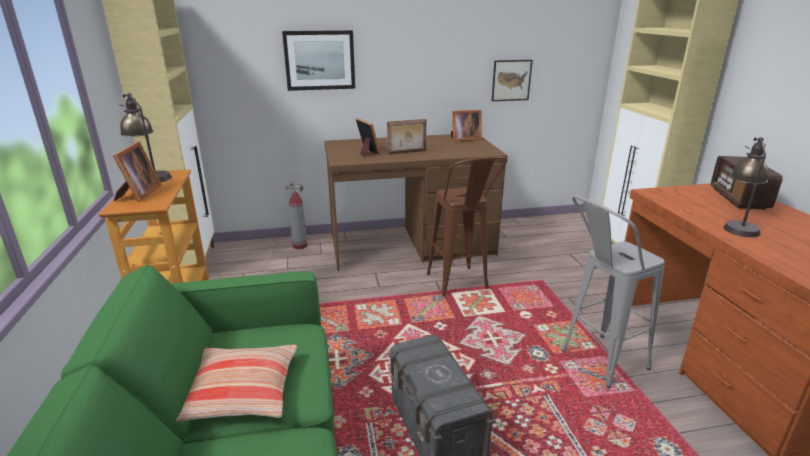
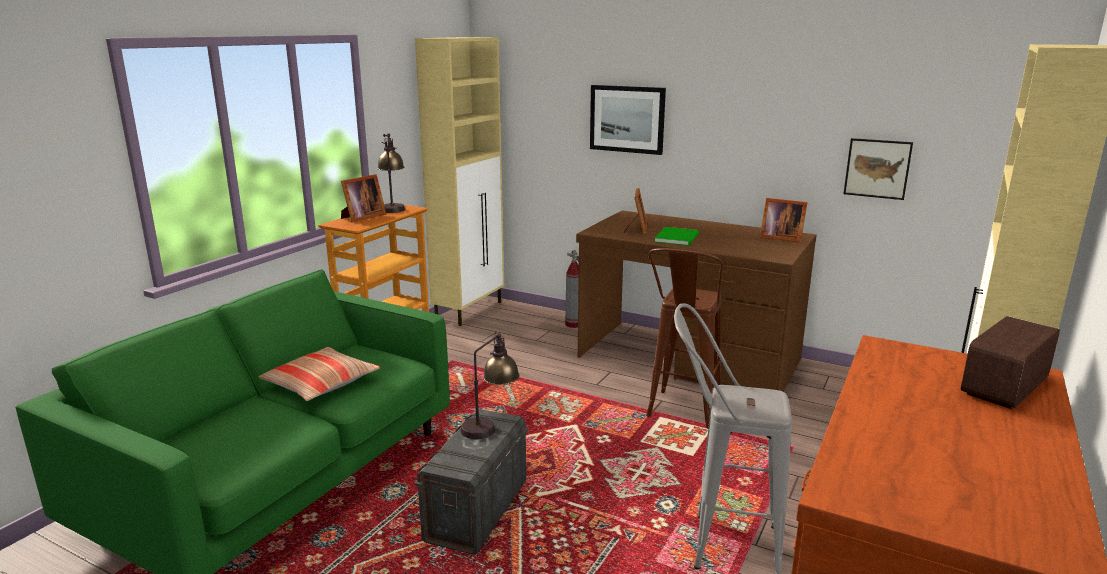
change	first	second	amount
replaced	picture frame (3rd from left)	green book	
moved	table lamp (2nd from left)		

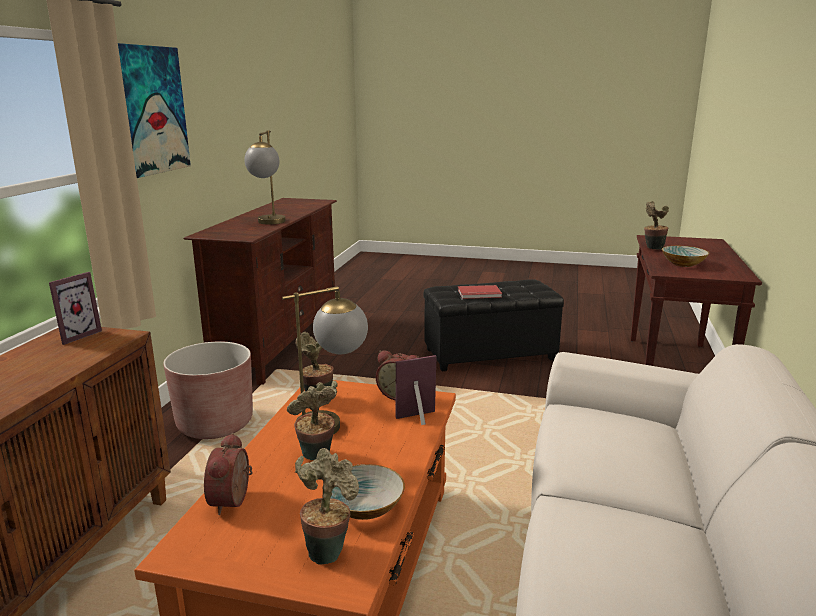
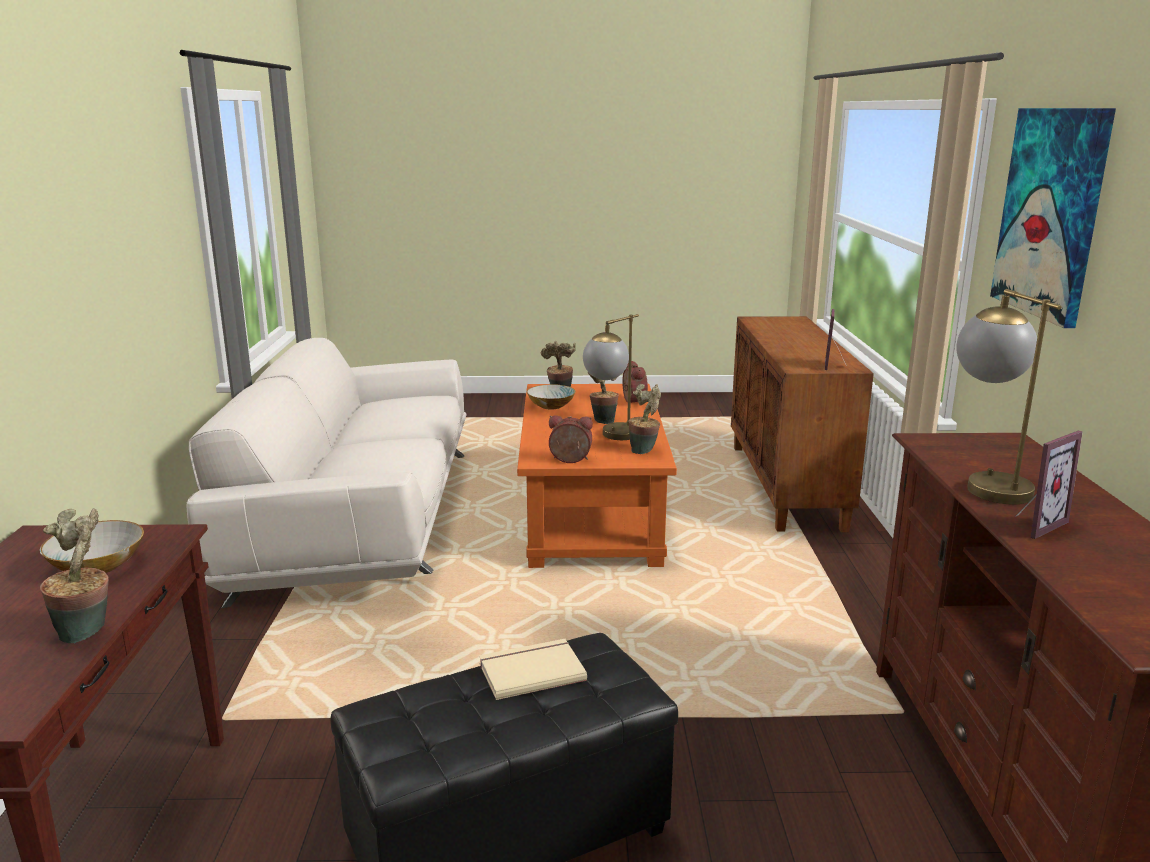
change	first	second	amount
recoloured	red book	beige book	
removed	brown planter		
moved	picture frame (2nd from left)		

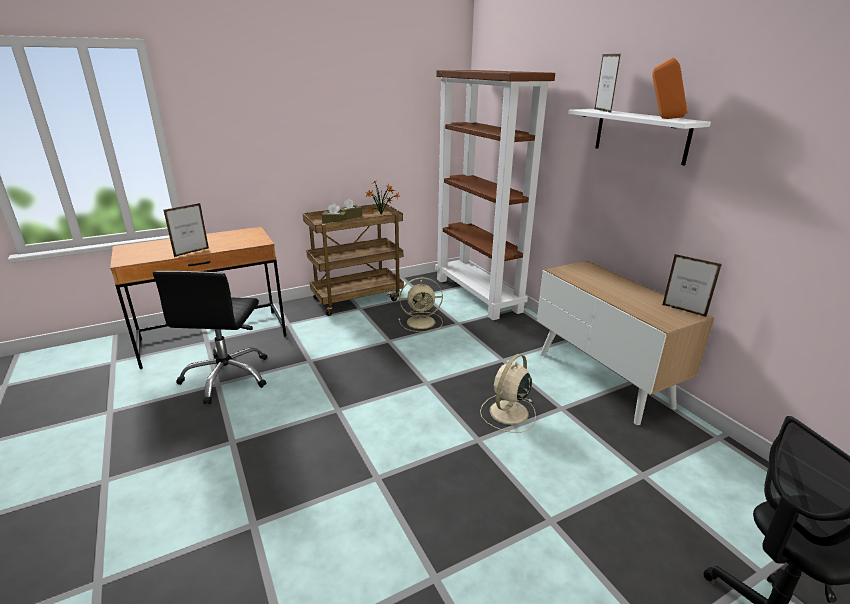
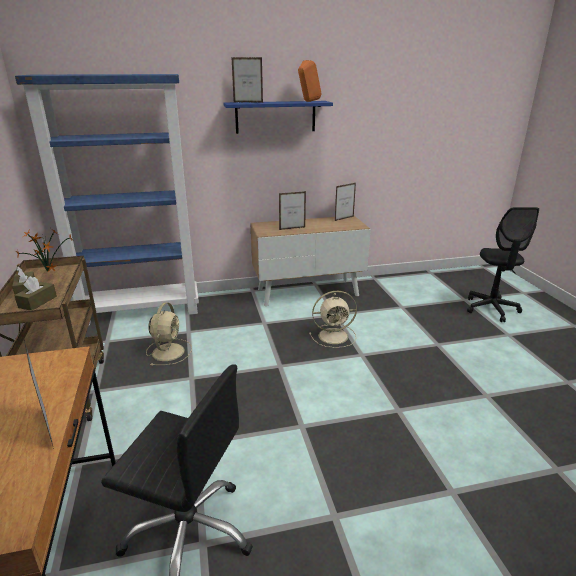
change	first	second	amount
recoloured	brown bookcase	blue bookcase	
recoloured	white shelf	blue shelf	
turned	beige fan (2nd from left)		60 degrees counterclockwise
added		picture frame (3rd from left)	

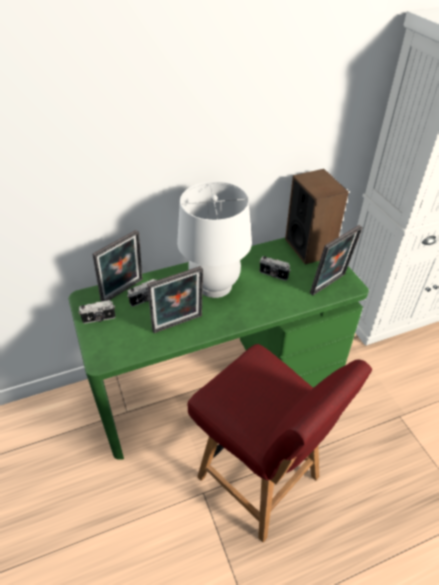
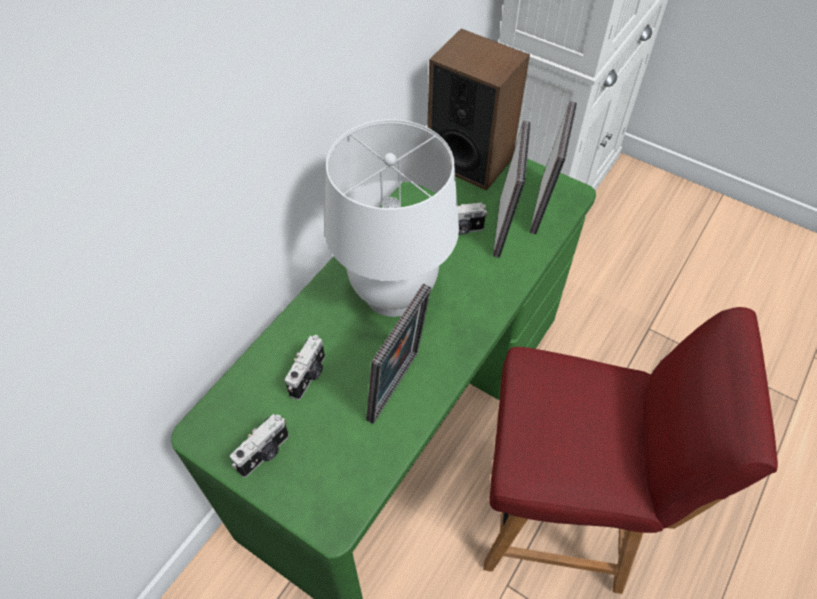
change	first	second	amount
moved	picture frame (1st from left in the first image)	picture frame (2nd from left)	

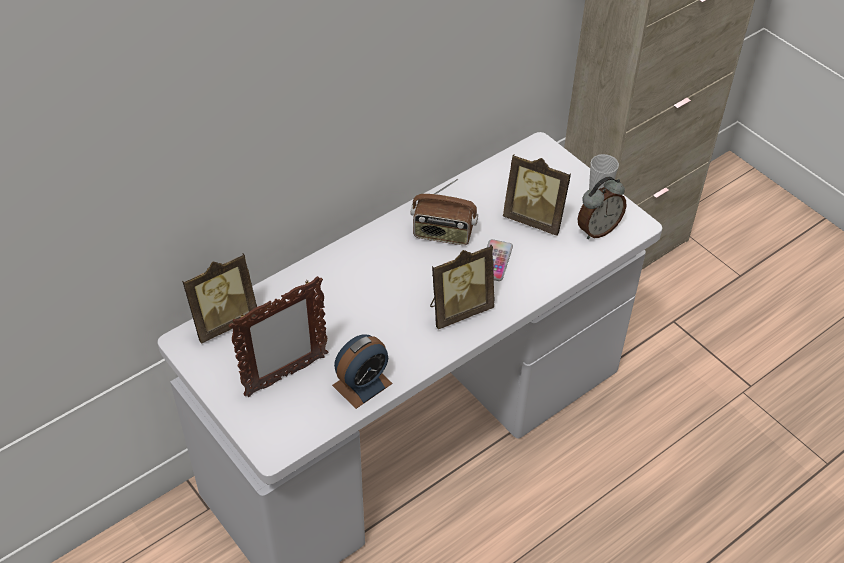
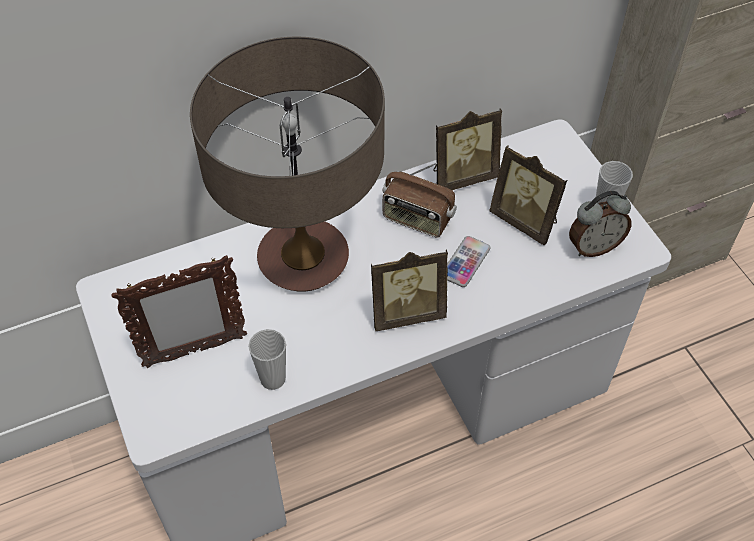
change	first	second	amount
moved	picture frame (1st from left in the first image)	picture frame (3rd from left)	
replaced	alarm clock (1st from left)	cup (1st from left)	
added		table lamp	

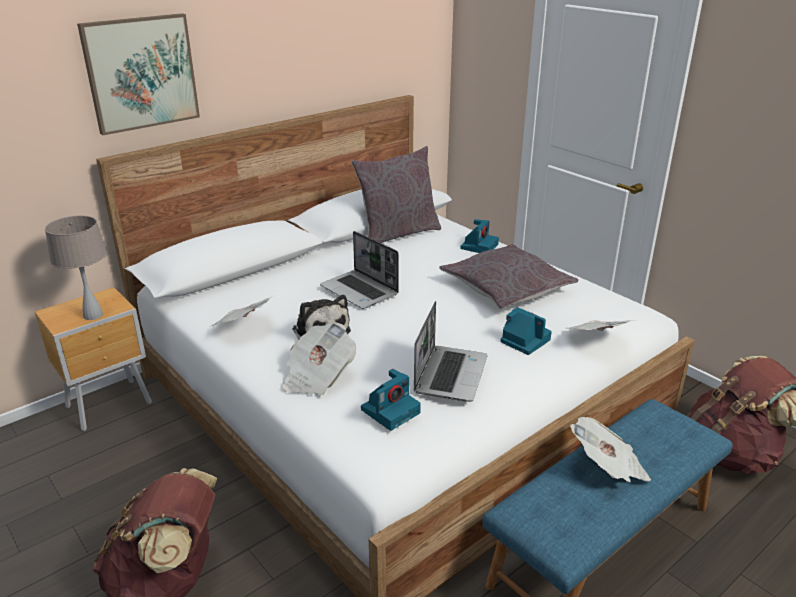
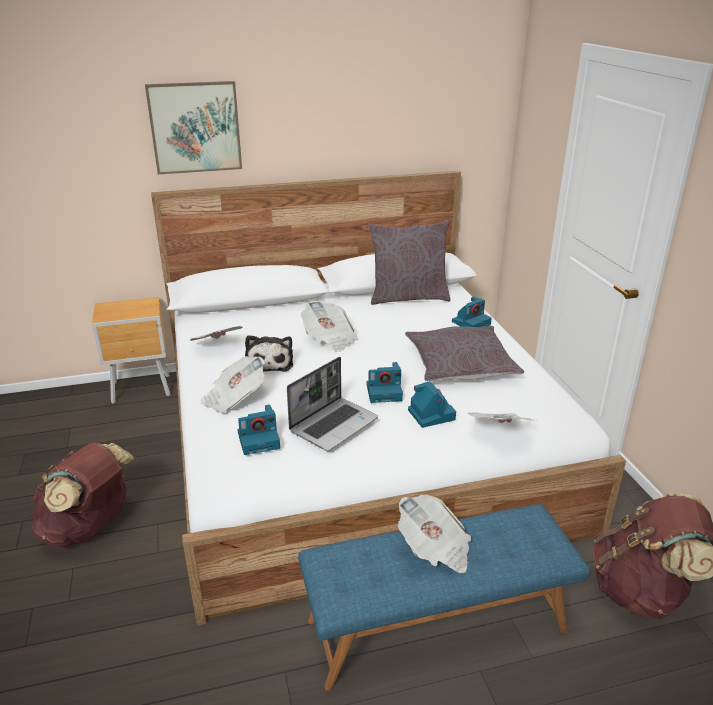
change	first	second	amount
removed	beige table lamp		
replaced	laptop (1st from left)	newspaper (3rd from left)	
added		photo camera (2nd from left)	

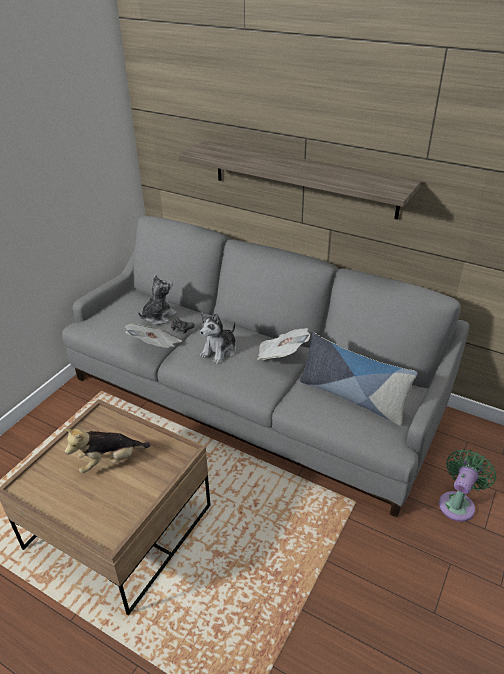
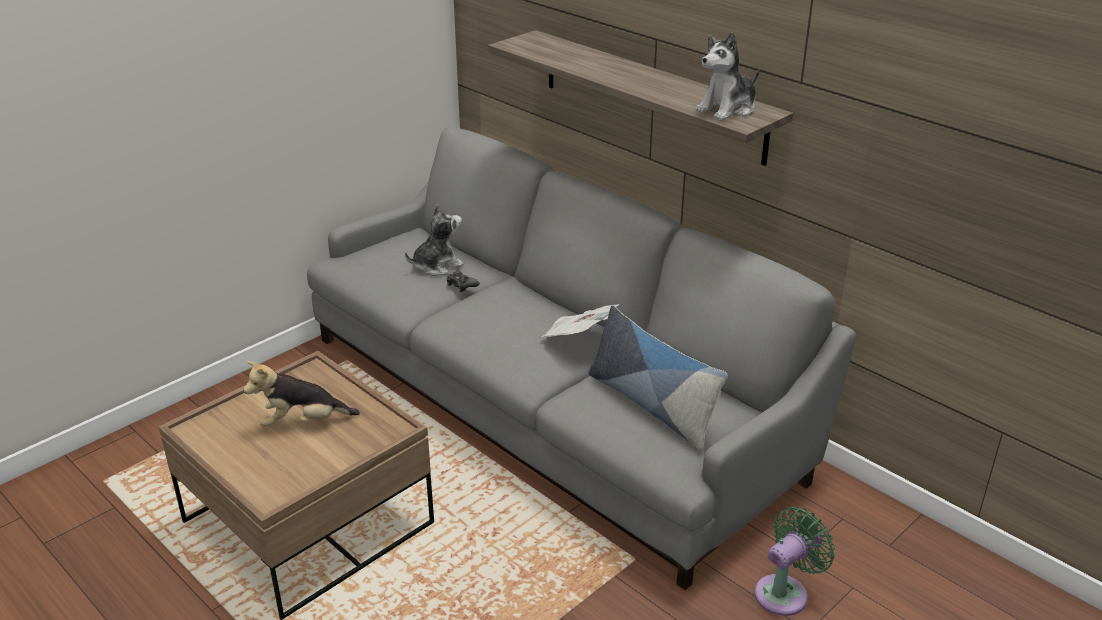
change	first	second	amount
moved	plush toy (3rd from left)		
removed	newspaper (1st from left)		

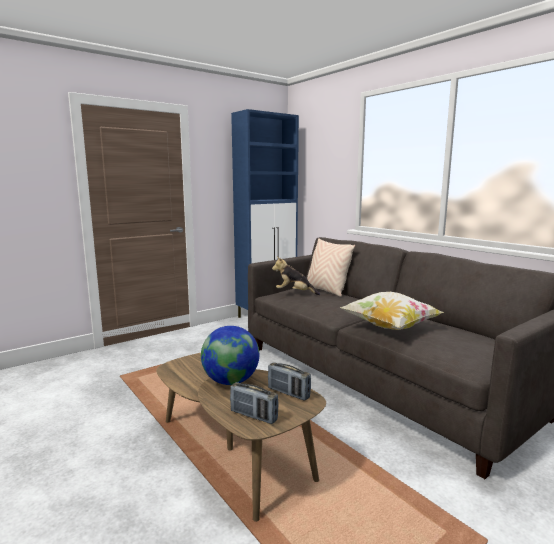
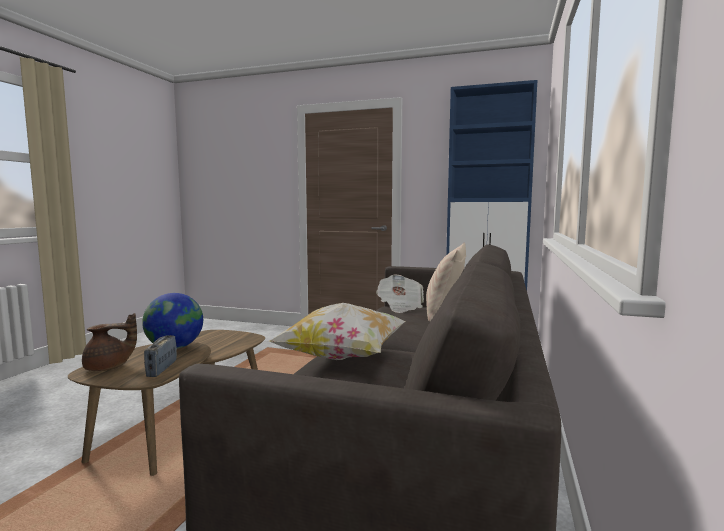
change	first	second	amount
replaced	plush toy	newspaper	
replaced	radio (1st from left)	brown teapot	

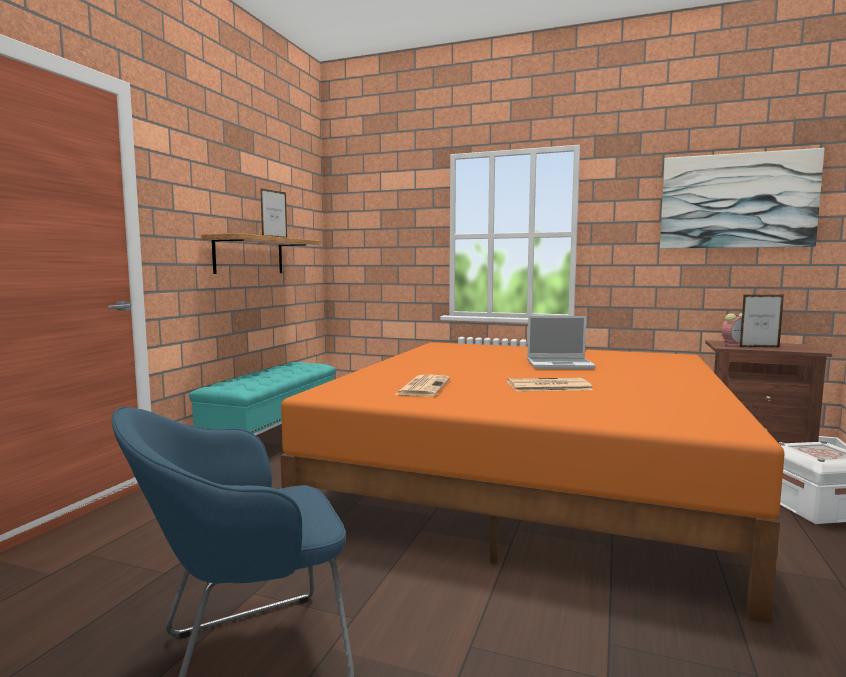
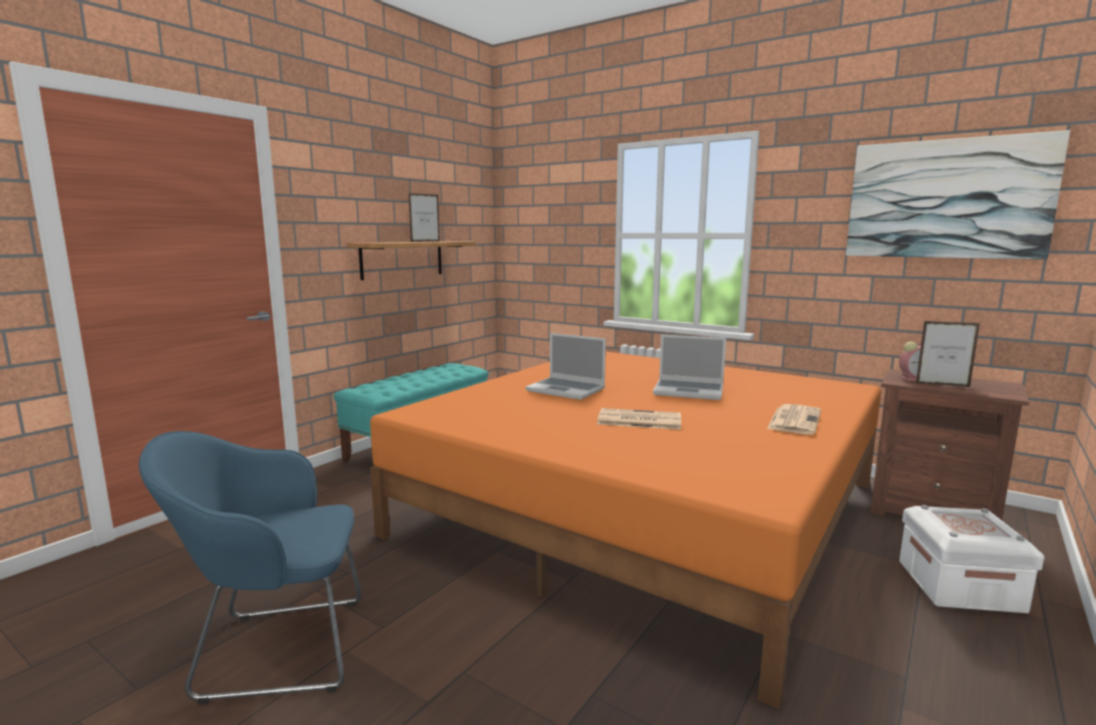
change	first	second	amount
moved	newspaper (1st from left in the first image)	newspaper (2nd from left)	
added		laptop (1st from left)	

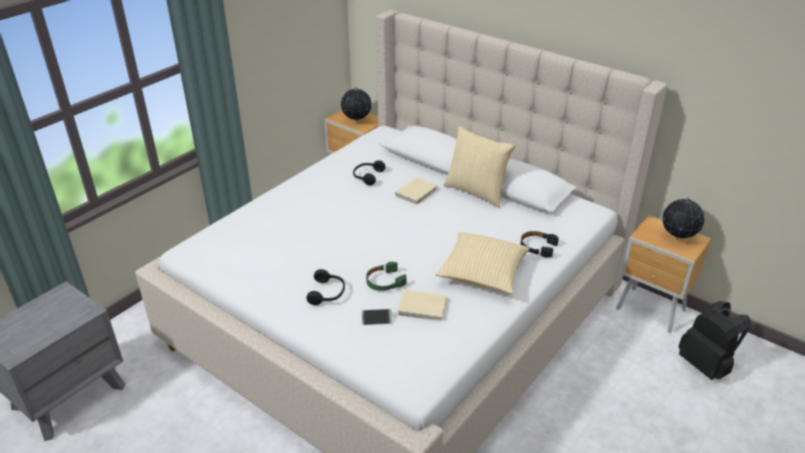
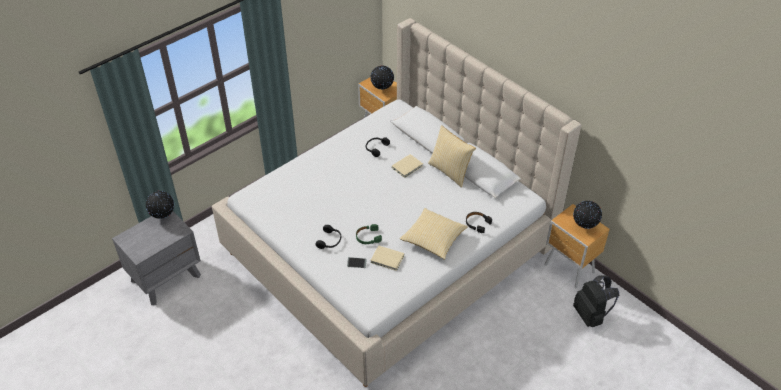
change	first	second	amount
added		globe (1st from left)	

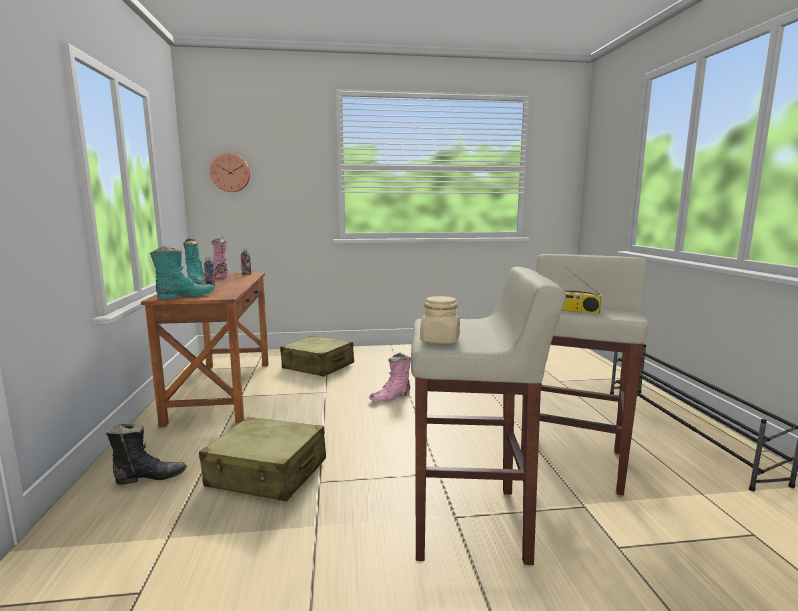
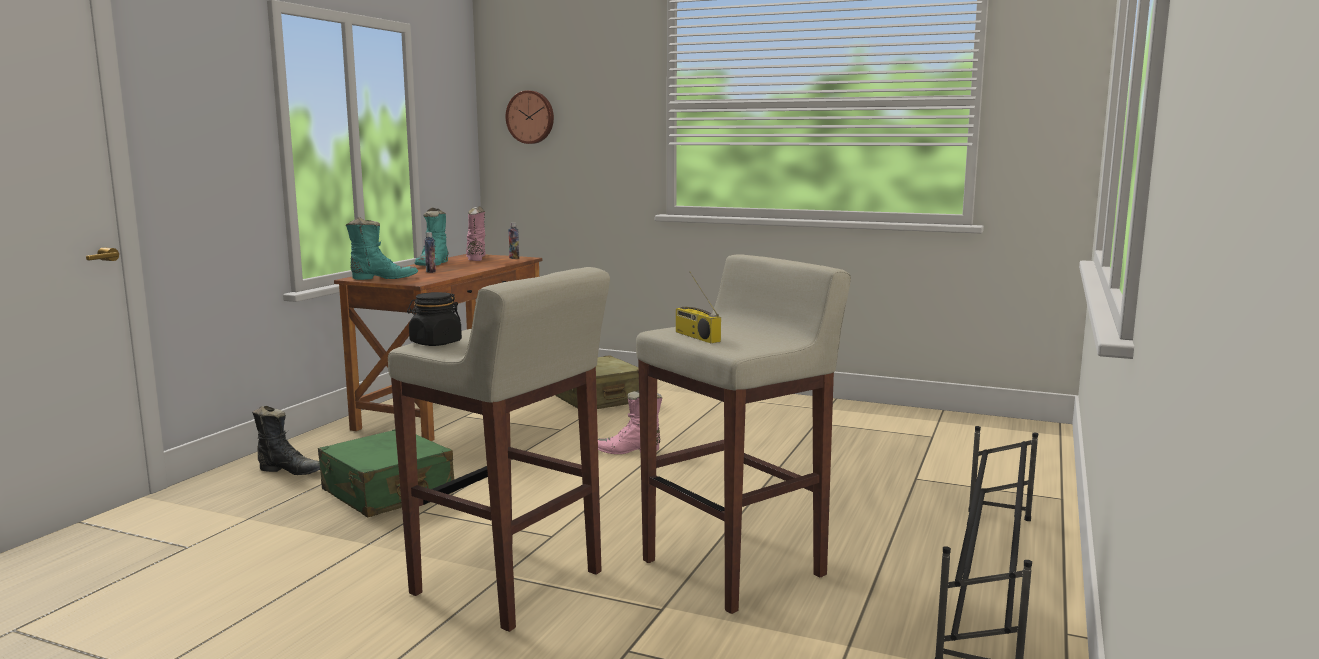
change	first	second	amount
recoloured	beige jar	black jar	
recoloured	beige suitcase (1st from left)	green suitcase	

